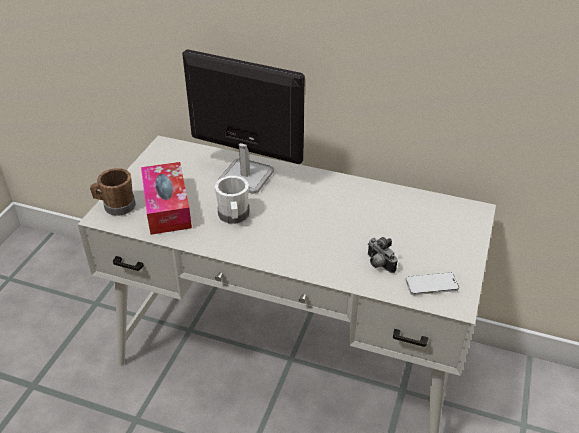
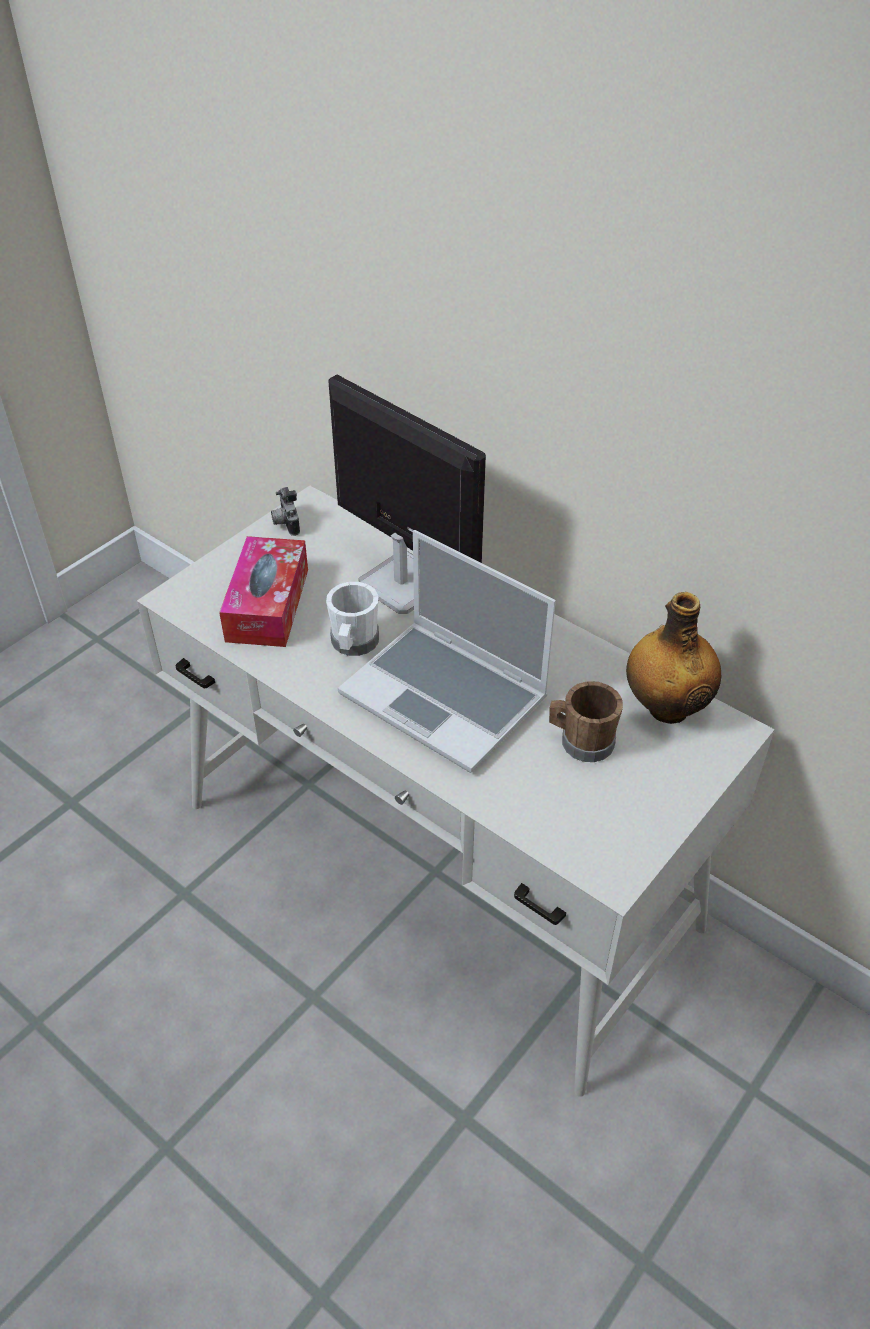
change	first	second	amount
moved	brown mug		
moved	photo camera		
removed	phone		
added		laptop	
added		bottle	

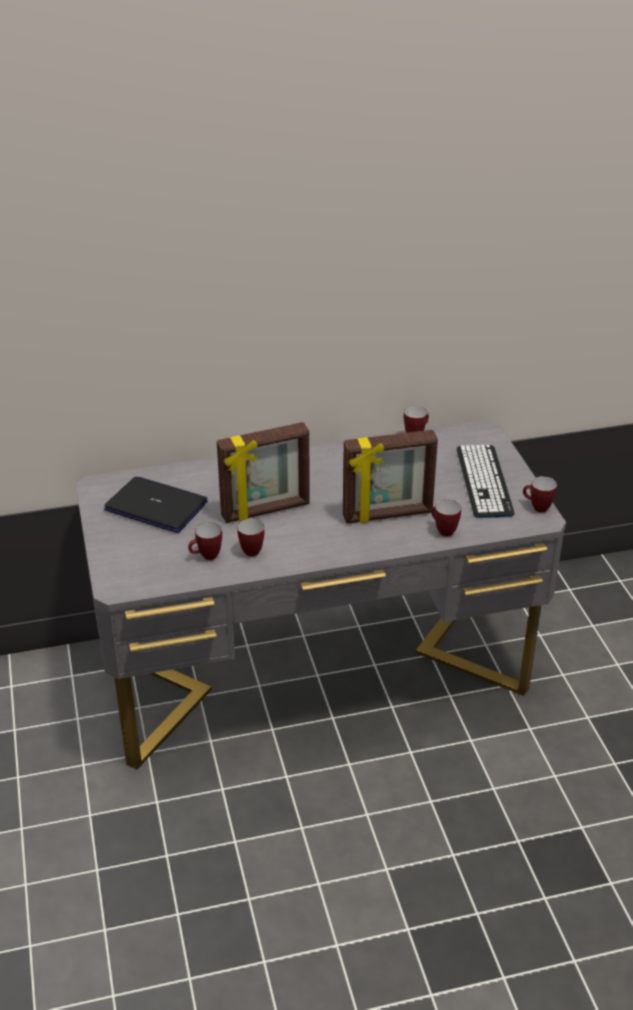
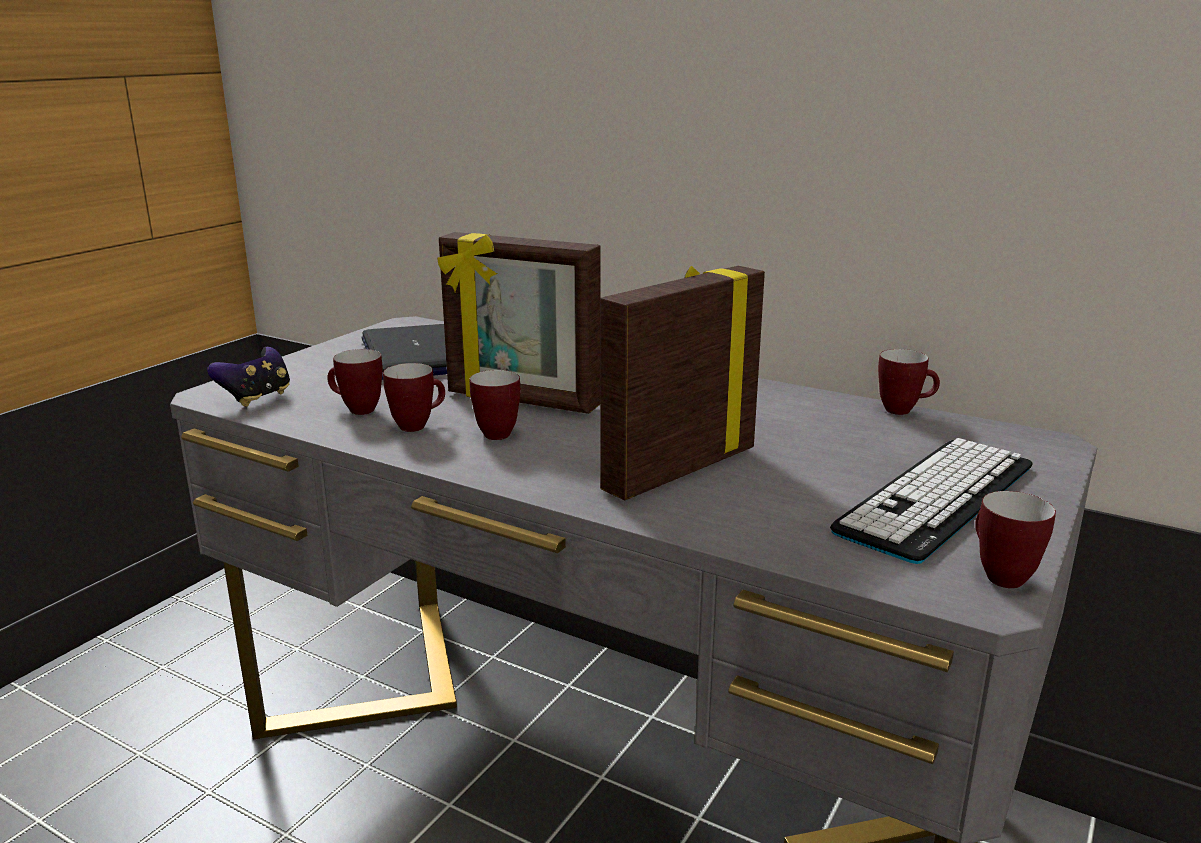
change	first	second	amount
turned	picture frame (2nd from left)		105 degrees clockwise
moved	mug (4th from left in the first image)	mug (3rd from left)	
added		game controller	

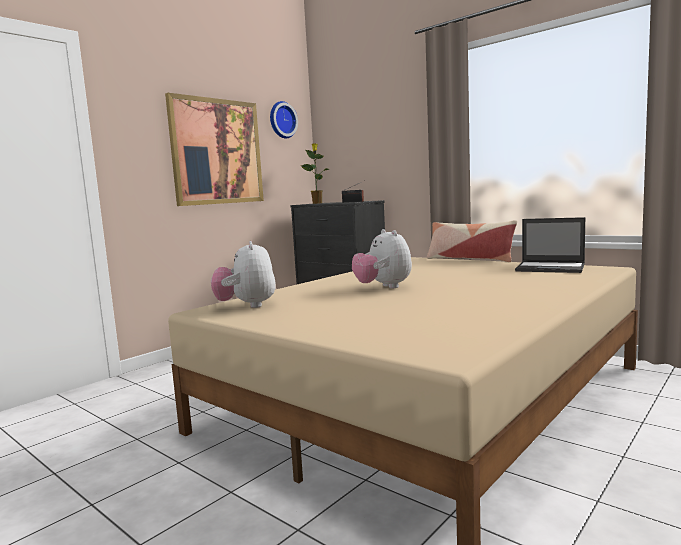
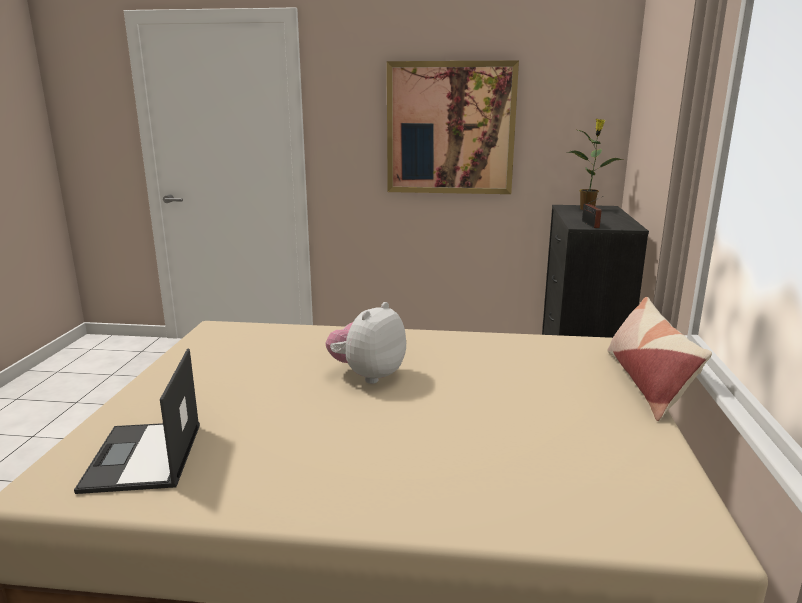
change	first	second	amount
removed	wall clock		
moved	laptop		
removed	plush toy (1st from left)		

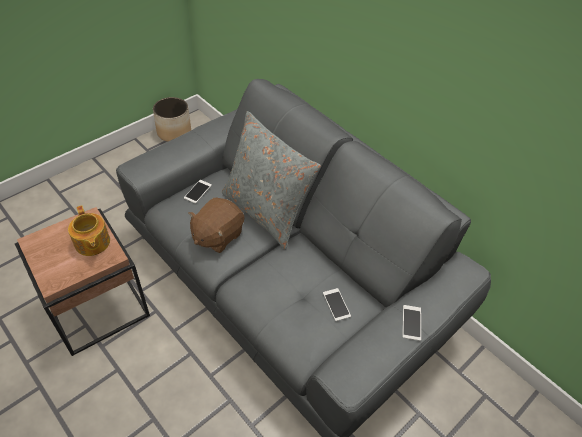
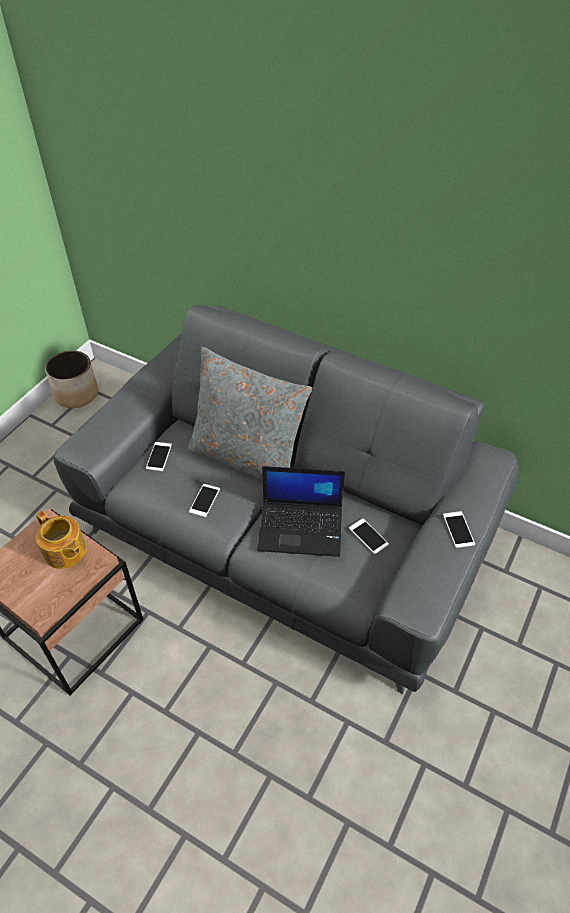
change	first	second	amount
replaced	brown plush toy	phone (2nd from left)	
added		laptop	

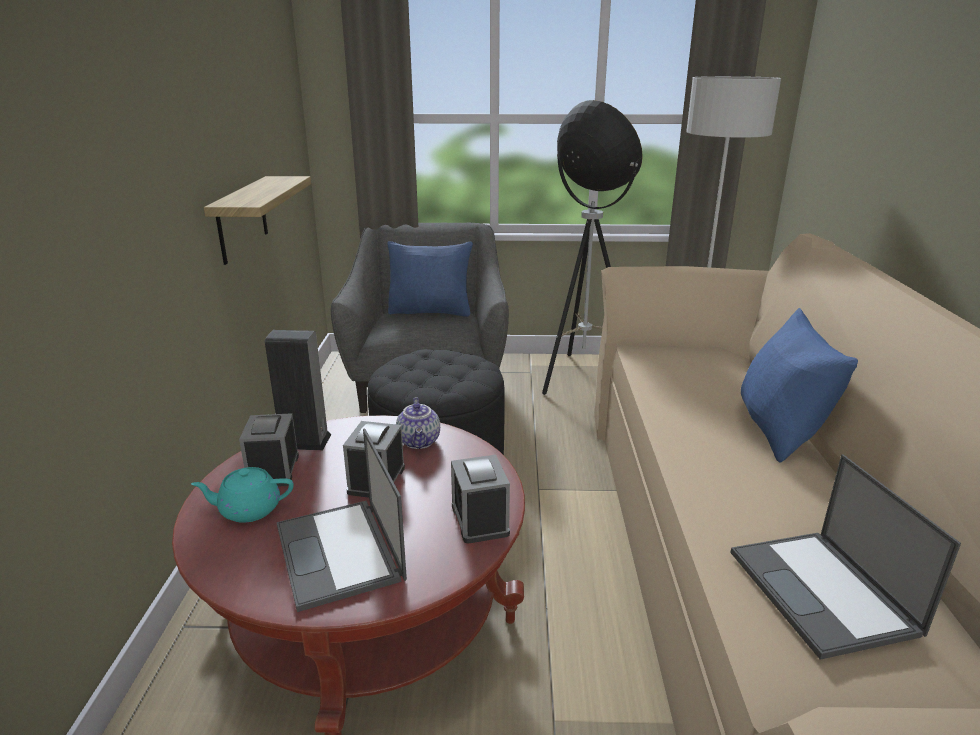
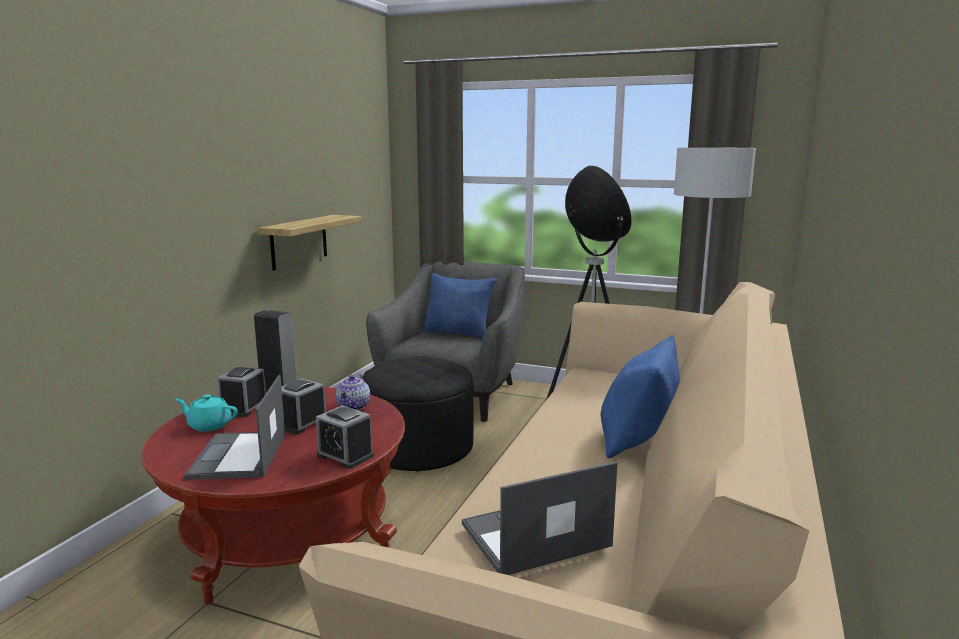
change	first	second	amount
turned	laptop (2nd from left)		60 degrees clockwise
turned	alarm clock (3rd from left)		60 degrees counterclockwise

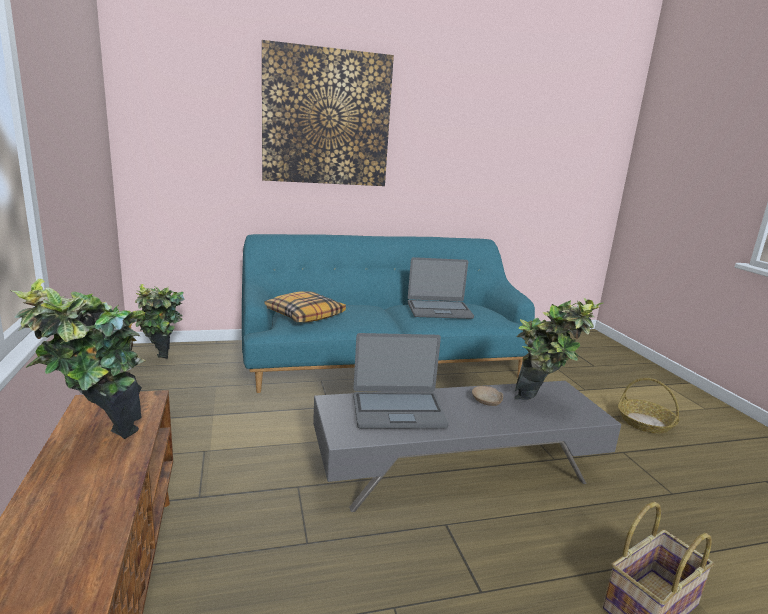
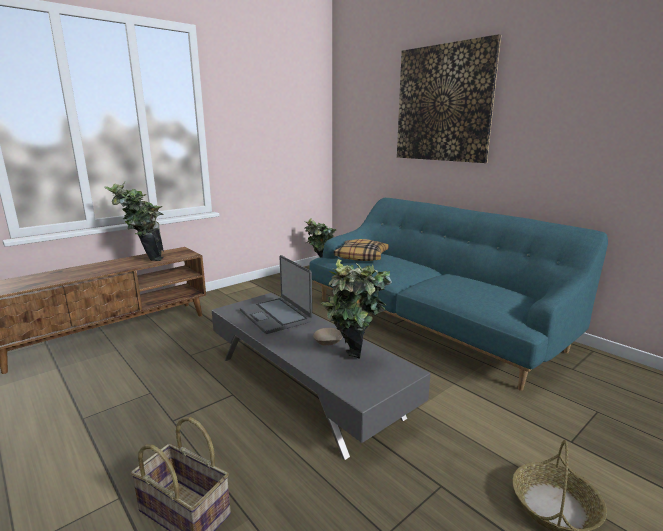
change	first	second	amount
removed	laptop (2nd from left)		

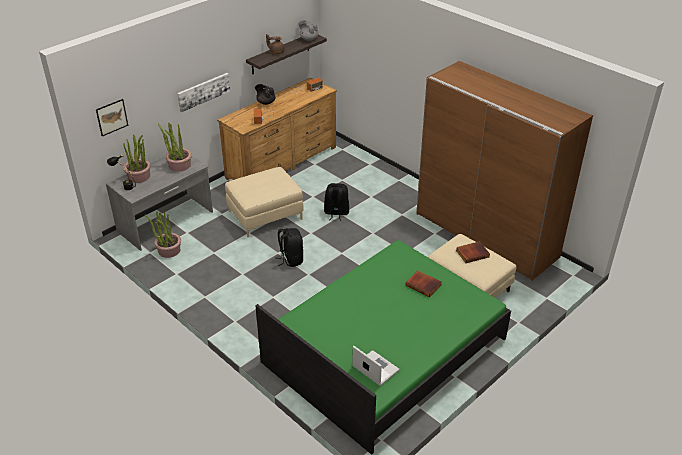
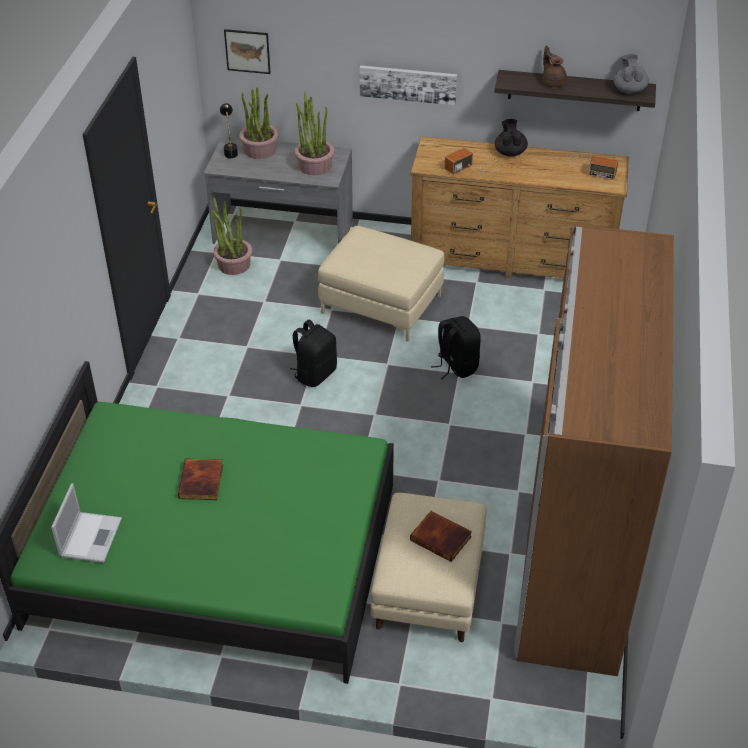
change	first	second	amount
moved	book (1st from left)		

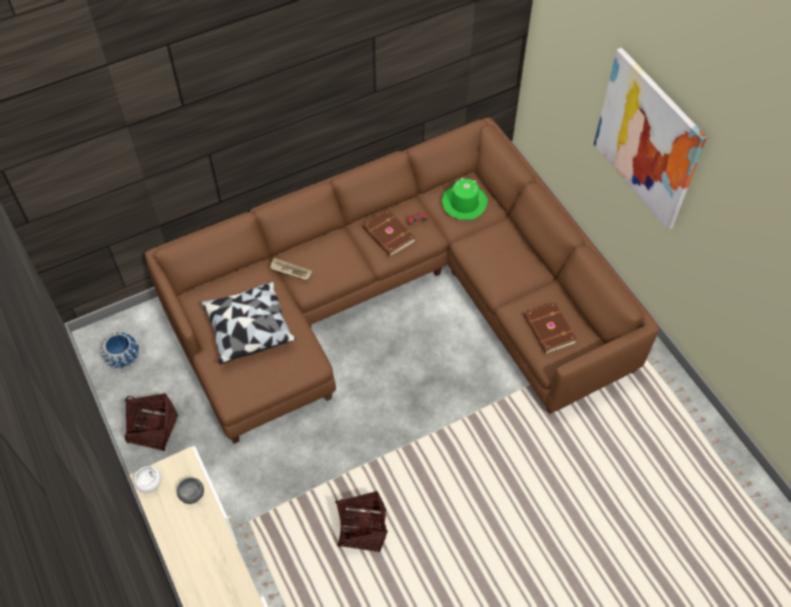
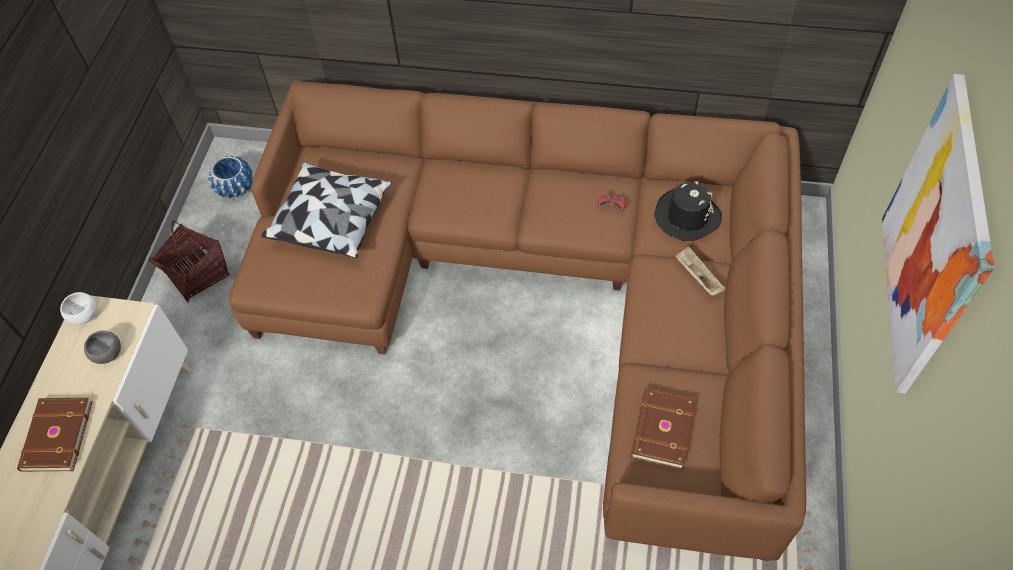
change	first	second	amount
recoloured	green hat	black hat	
moved	brown book (1st from left)		
moved	beige tray		
removed	basket (2nd from left)		

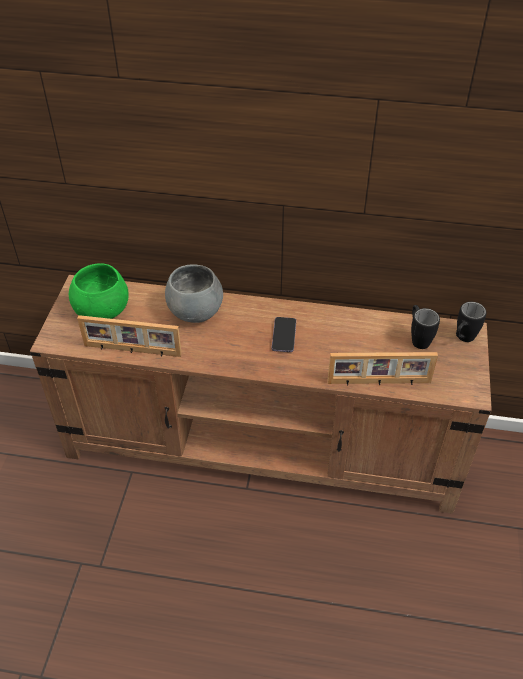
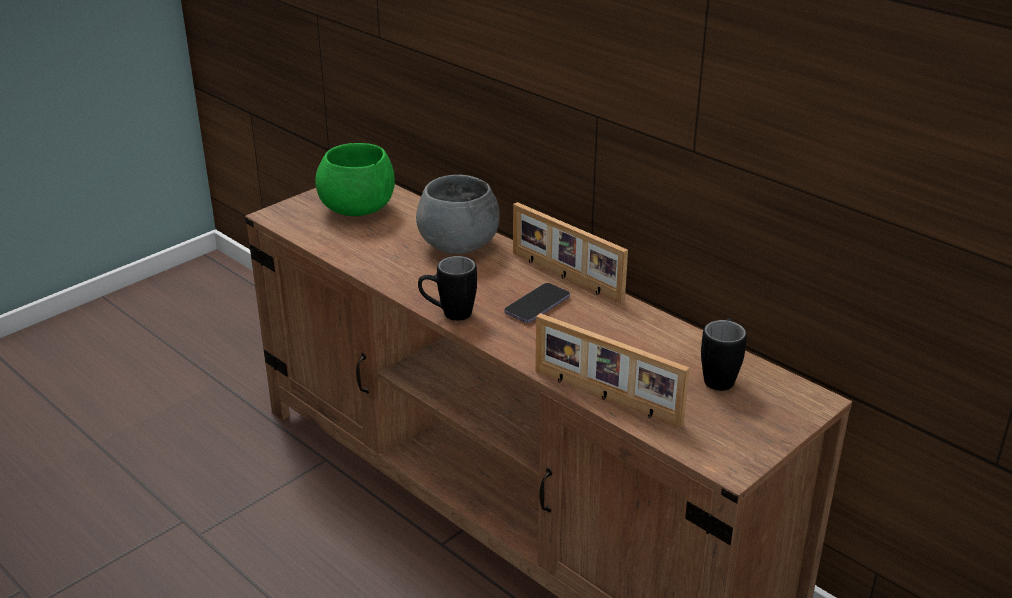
change	first	second	amount
moved	black mug (2nd from left in the first image)	black mug (1st from left)	
moved	picture frame (1st from left)		

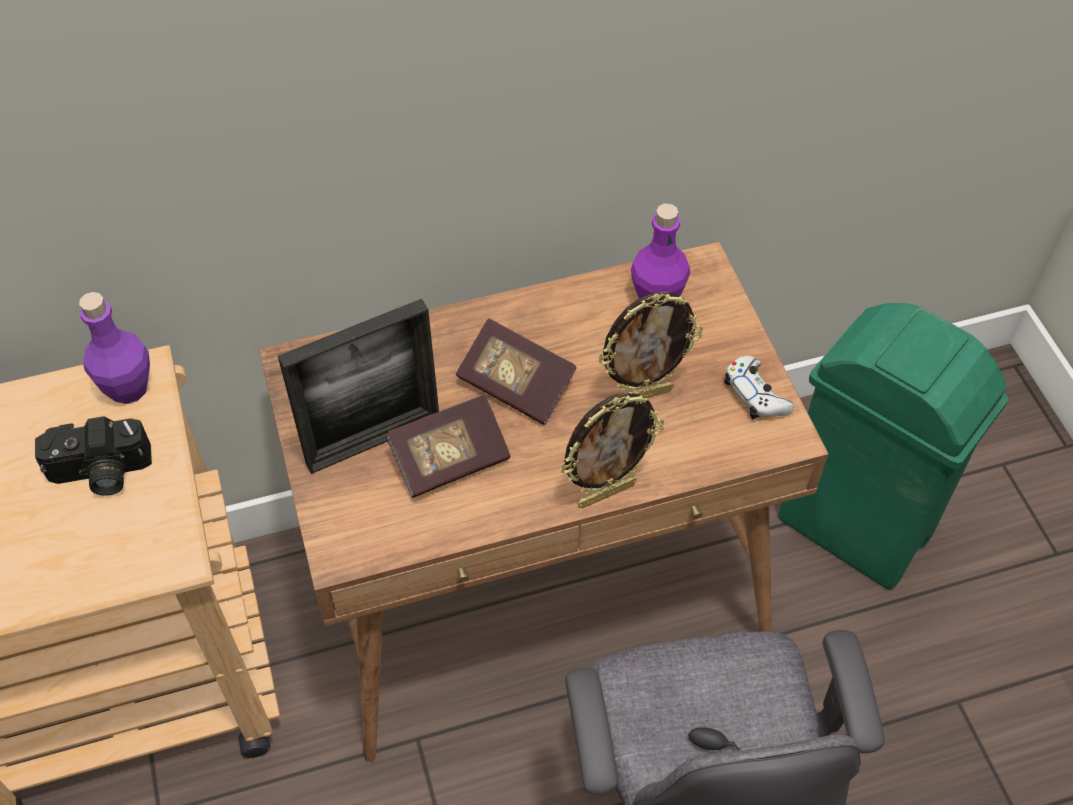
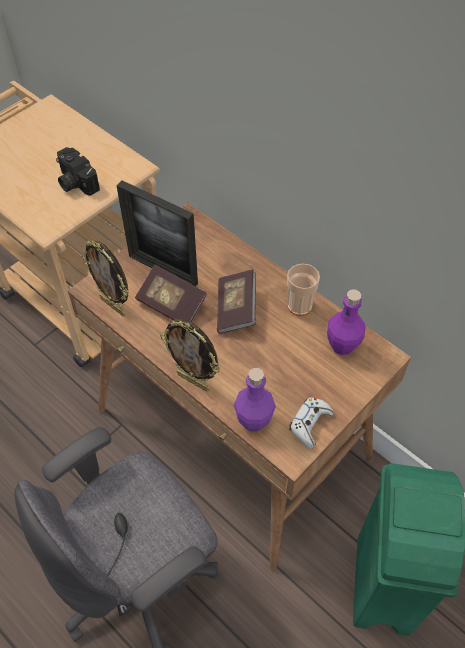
change	first	second	amount
moved	purple bottle (1st from left)		
moved	picture frame (3rd from left in the first image)	picture frame (1st from left)	
added		cup	

